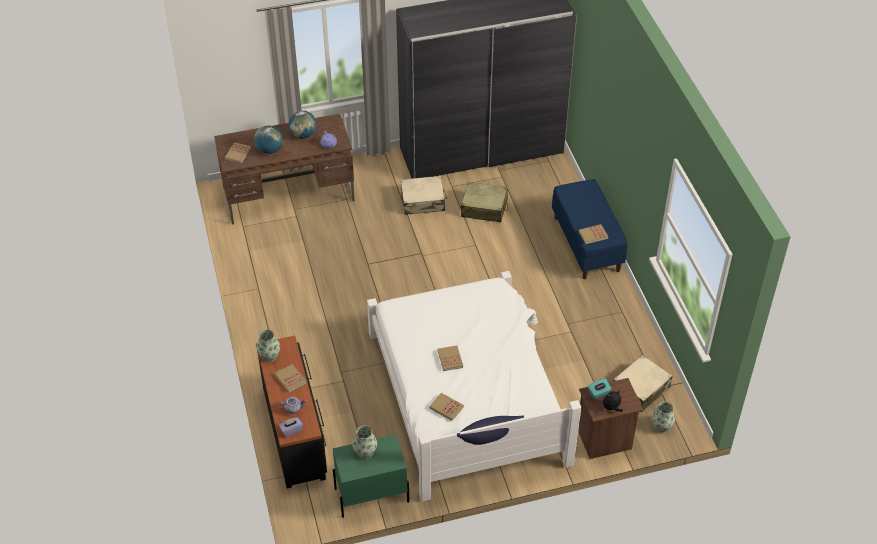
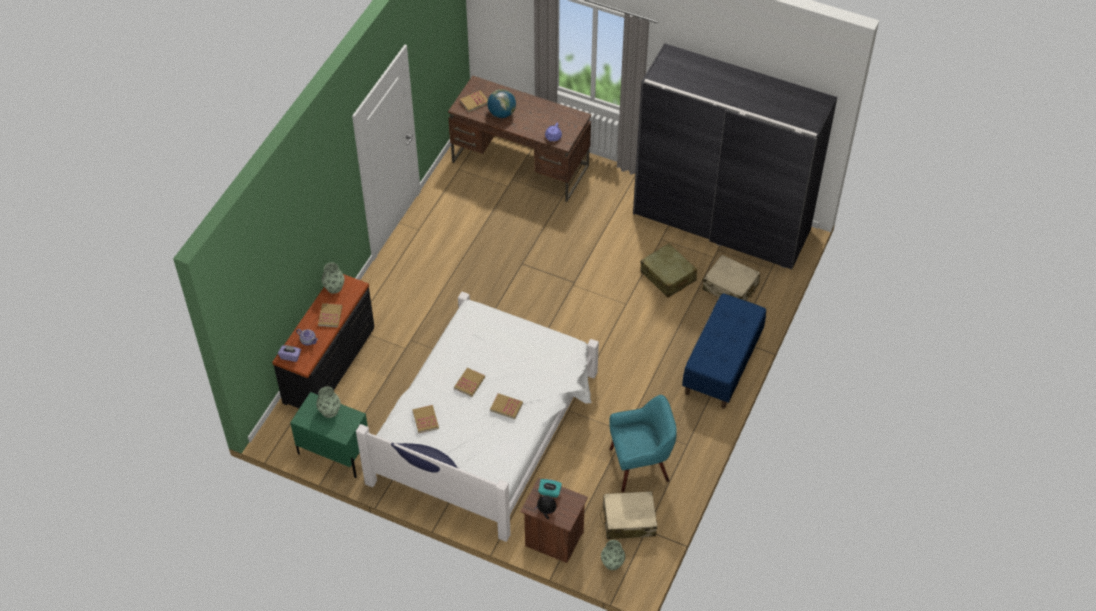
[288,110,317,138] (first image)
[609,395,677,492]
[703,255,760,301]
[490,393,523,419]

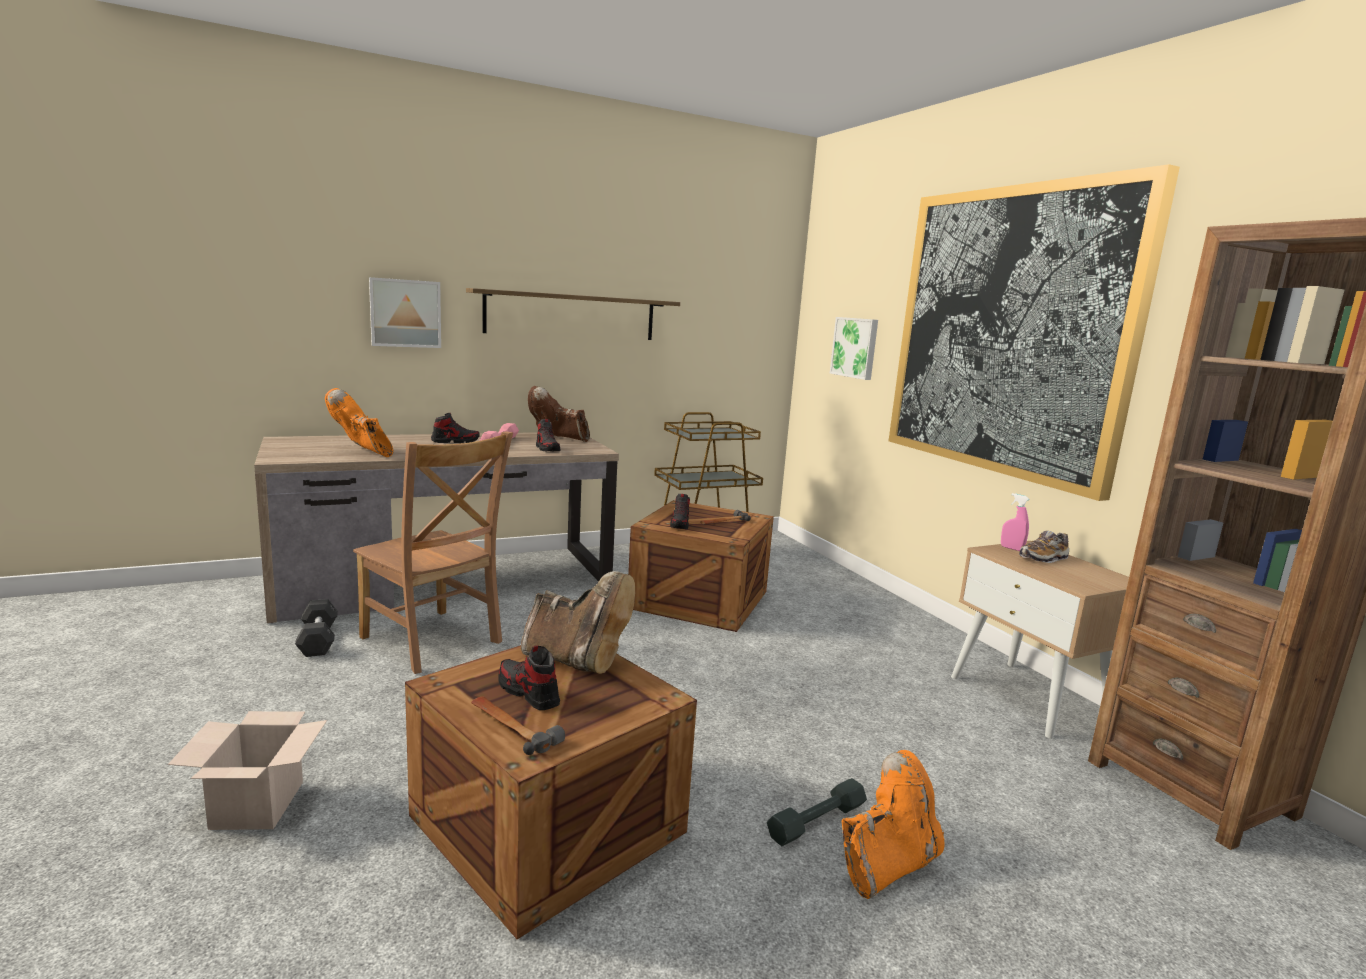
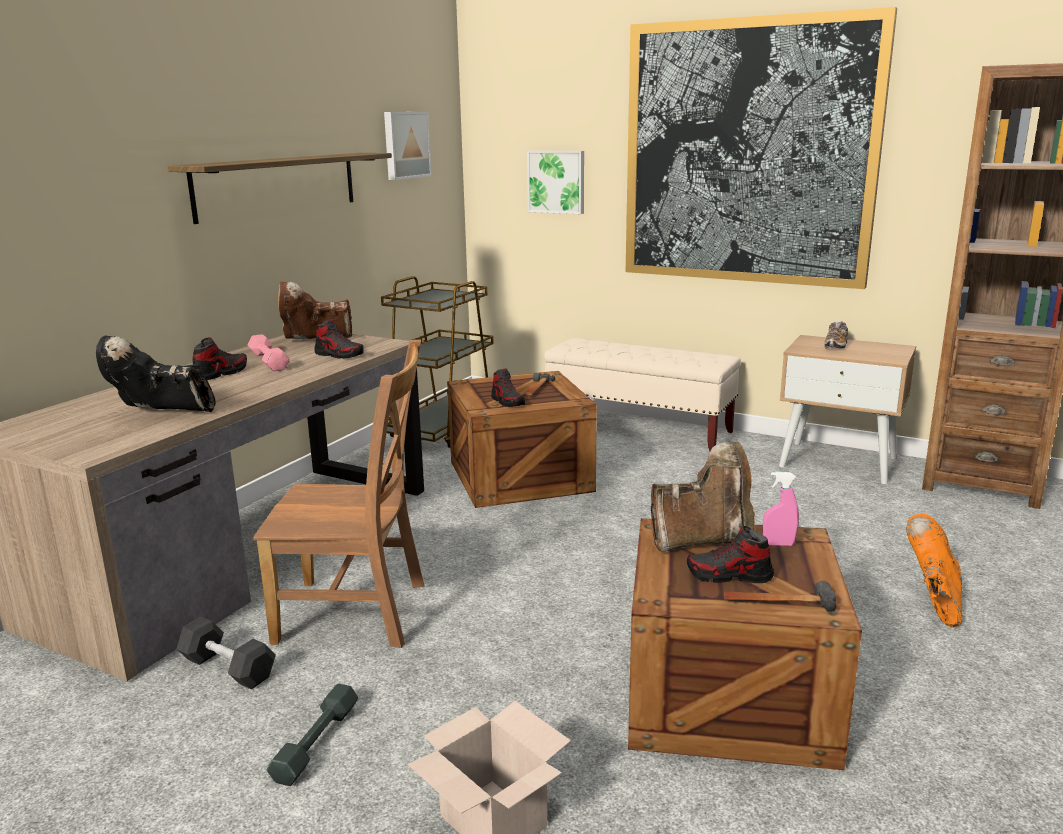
[544,338,741,451]
[384,112,432,180]
[267,684,358,786]
[763,472,799,546]
[96,336,216,412]

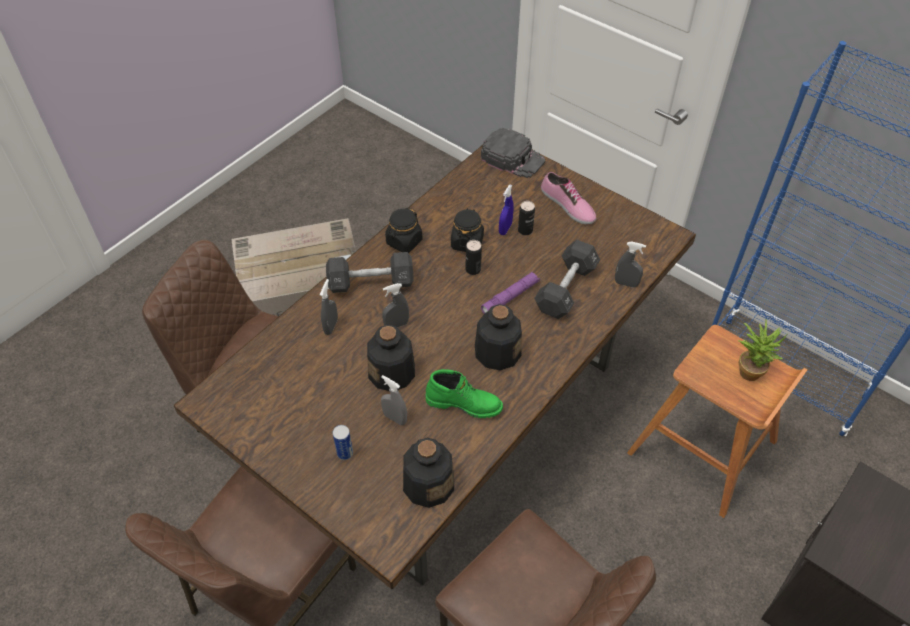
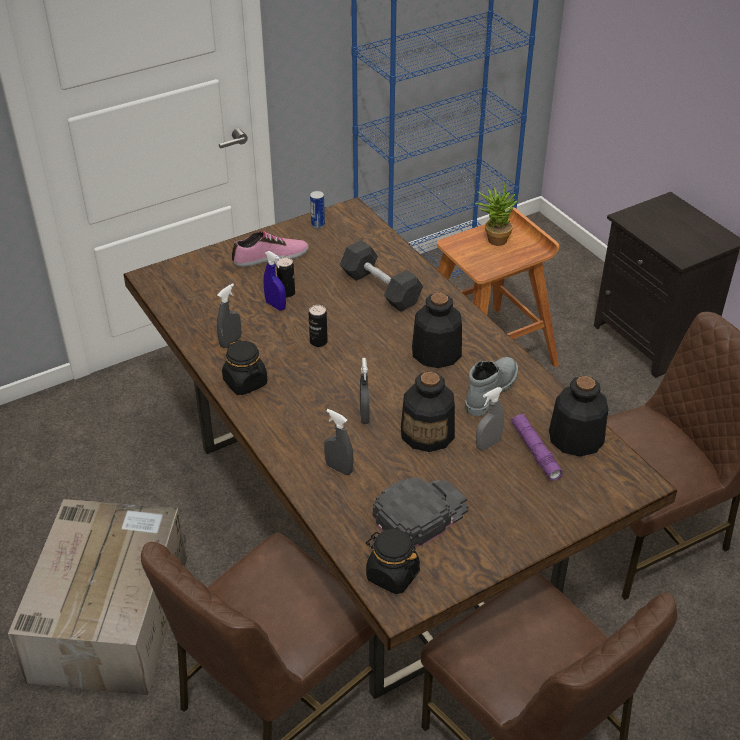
[326,252,414,293] (first image)
[310,191,325,229]
[366,529,420,594]
[373,477,469,547]
[511,414,563,481]
[217,283,241,348]
[465,357,518,416]

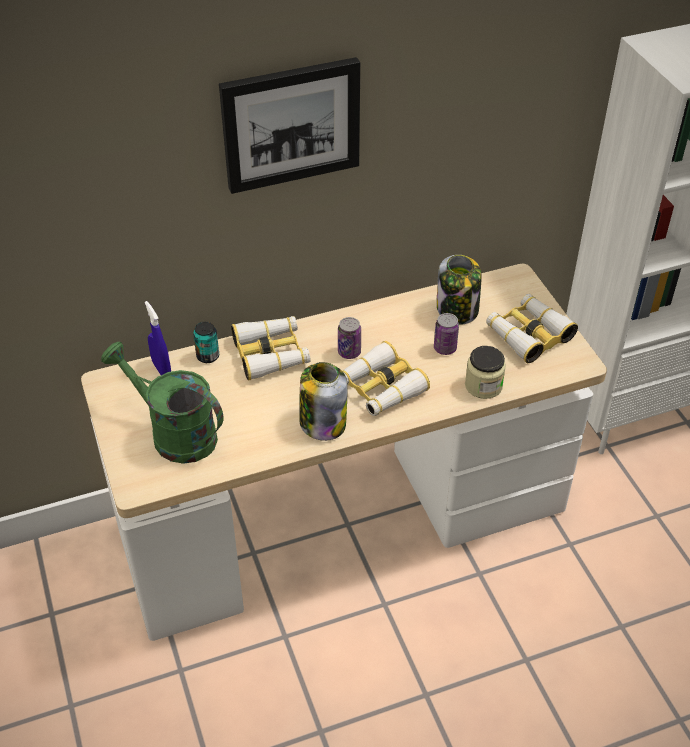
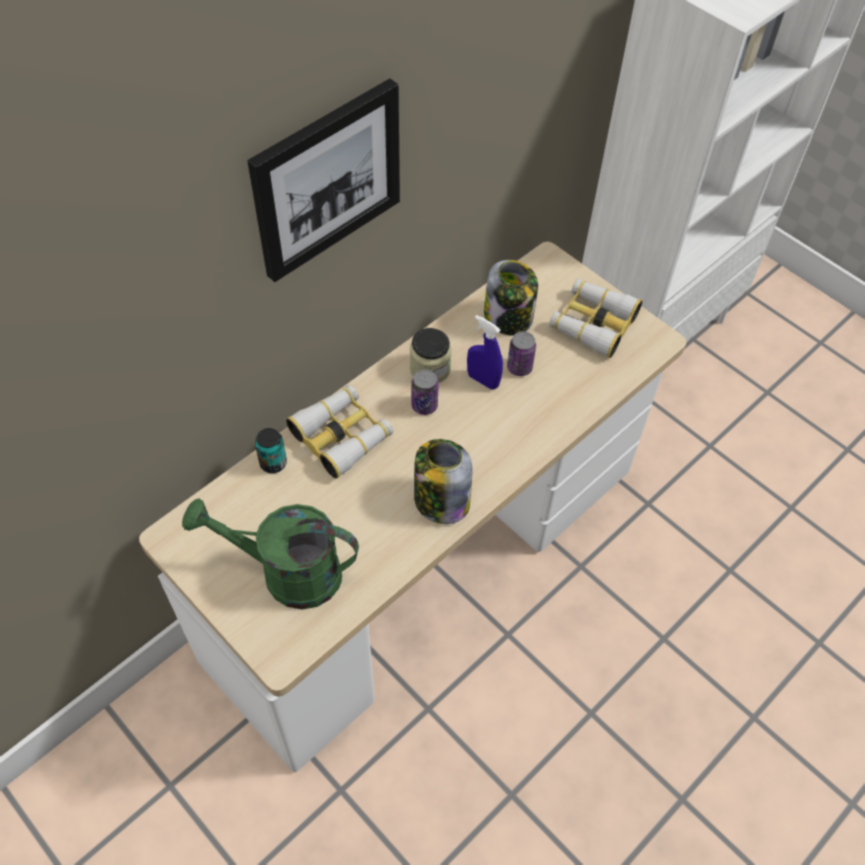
[342,341,430,416] (first image)
[467,315,503,389]
[410,328,452,383]

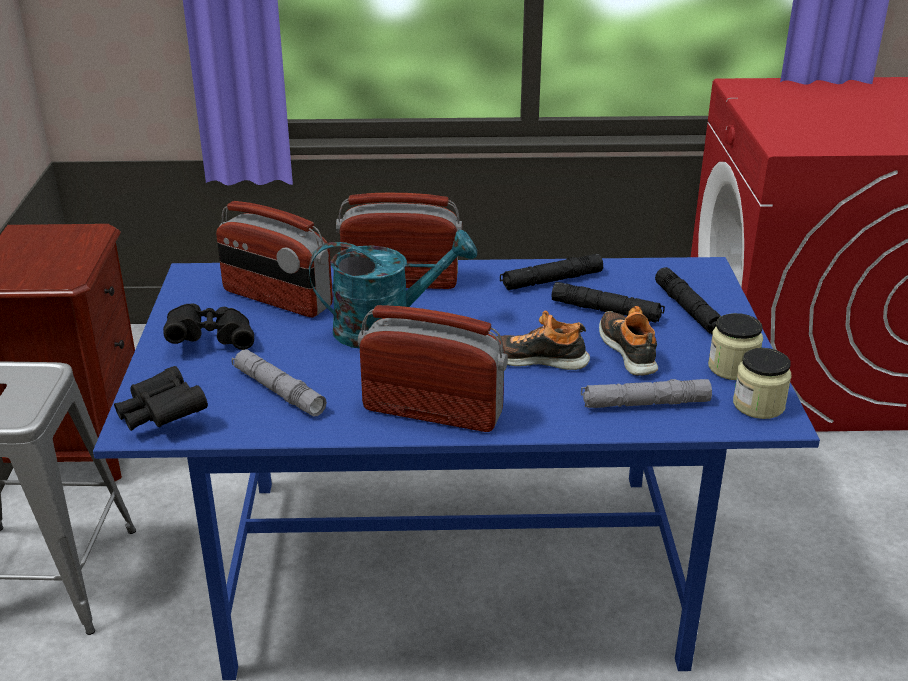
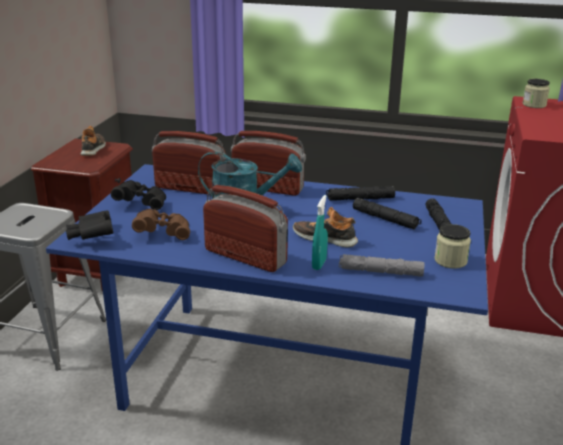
[312,195,328,270]
[80,126,106,156]
[523,79,550,108]
[132,209,190,240]
[152,131,227,195]

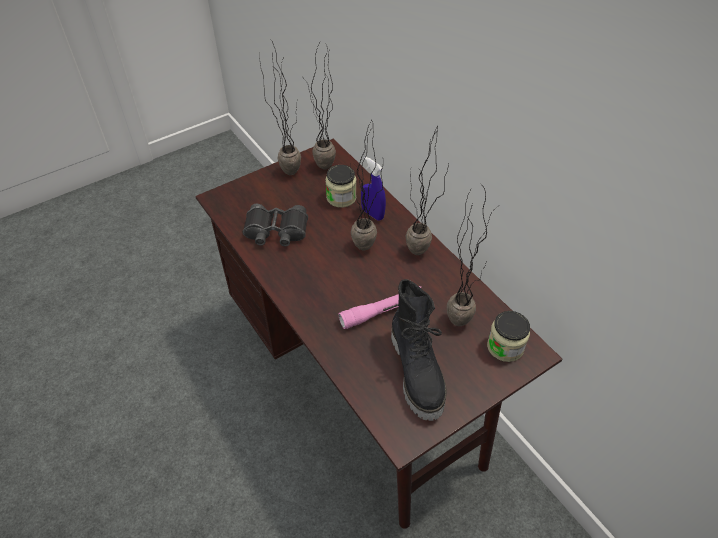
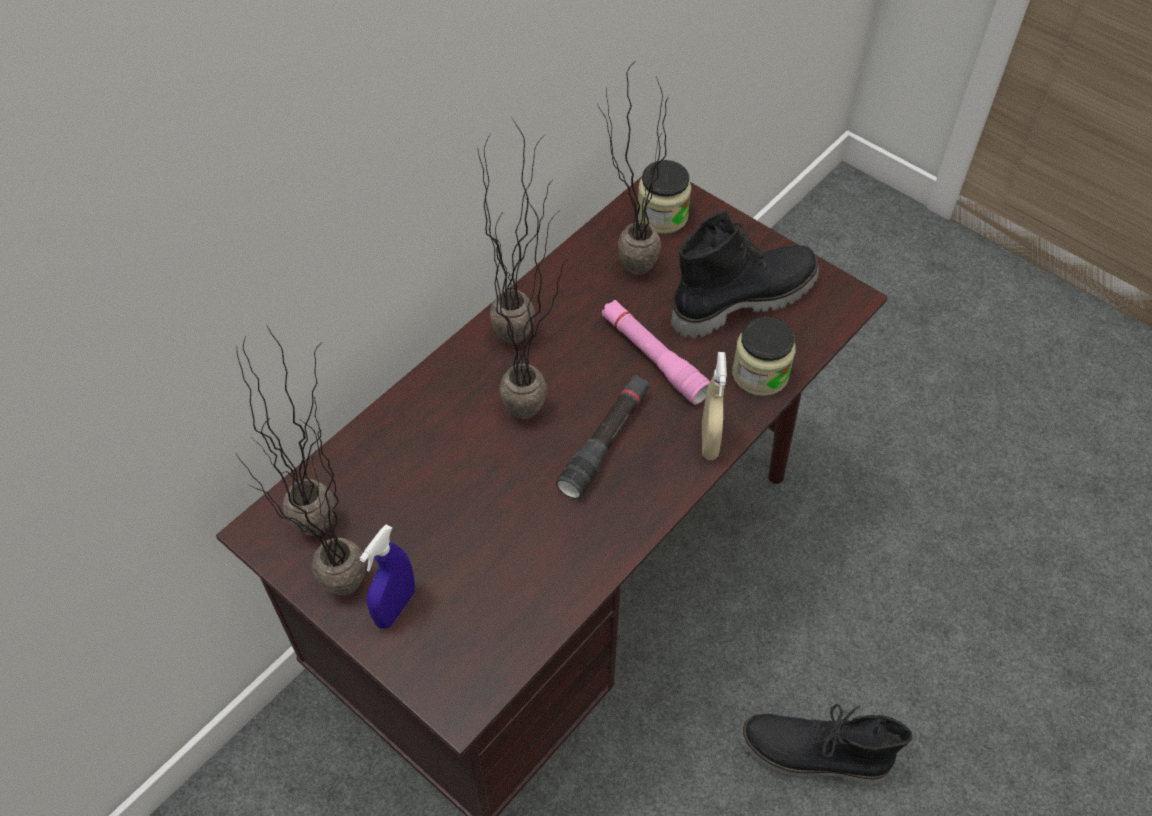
[242,204,308,246] (first image)
[556,375,650,499]
[702,352,727,460]
[738,704,912,787]
[732,317,795,396]
[359,525,415,629]

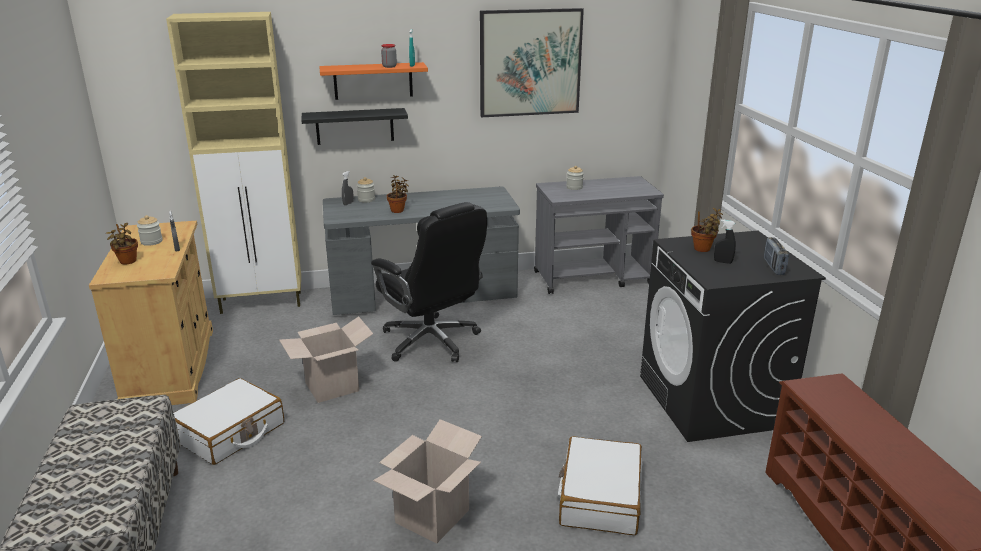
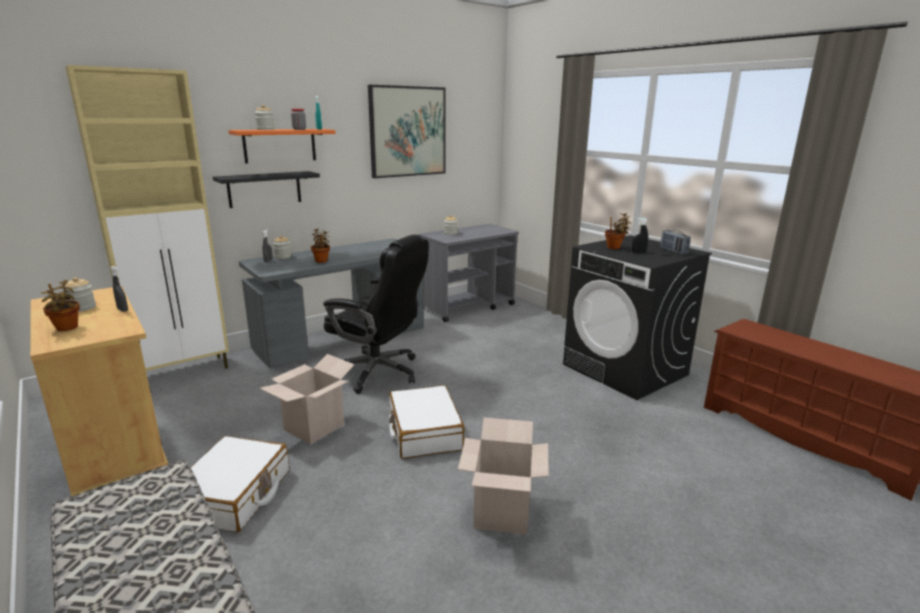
[255,105,275,130]
[389,385,465,459]

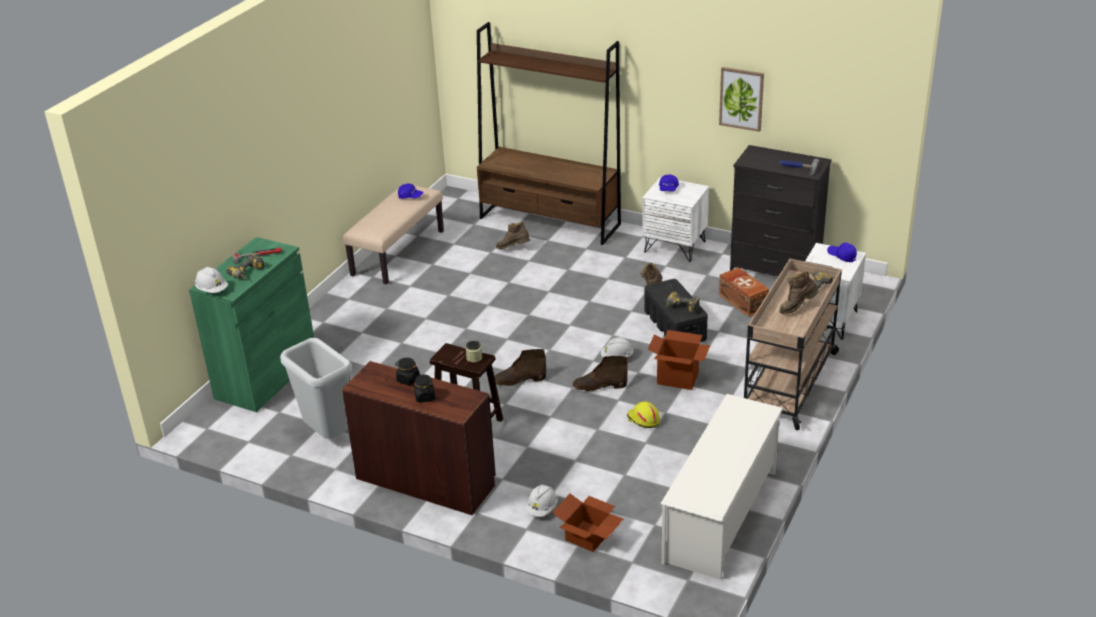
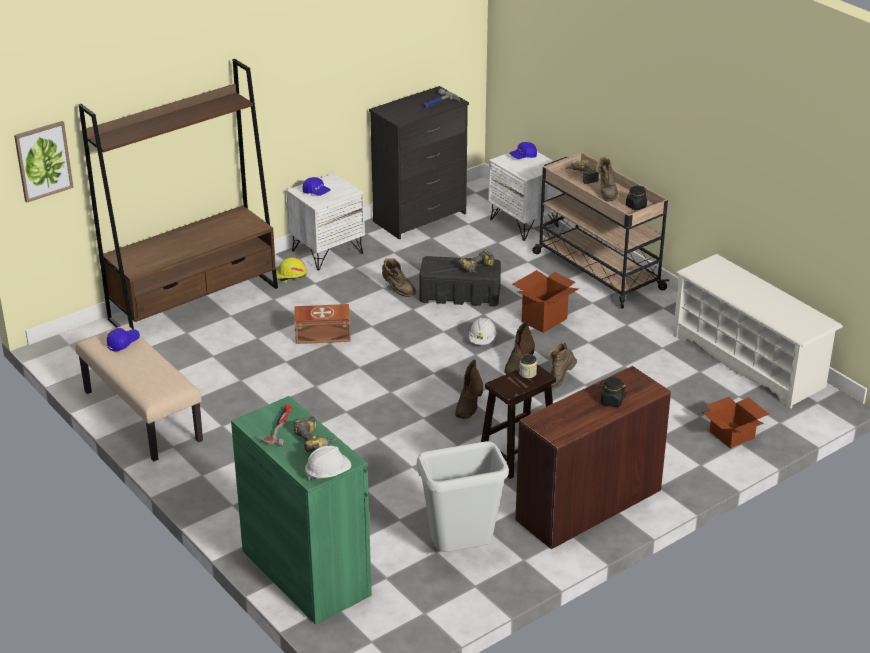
[525,484,558,517] (first image)
[626,186,647,210]
[546,343,577,390]
[276,257,307,283]
[14,121,74,202]
[294,304,351,344]

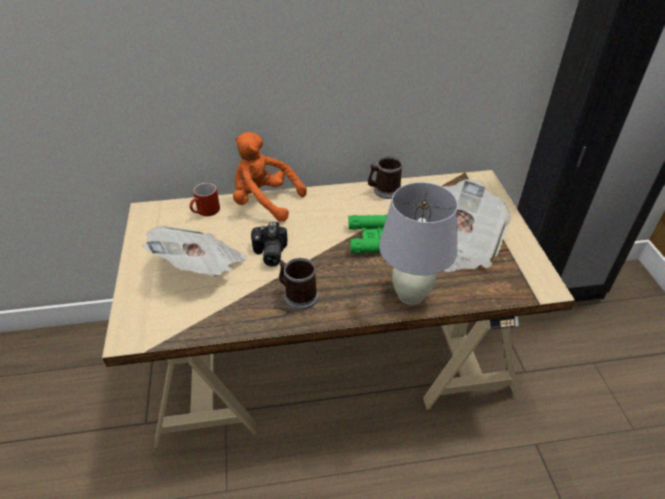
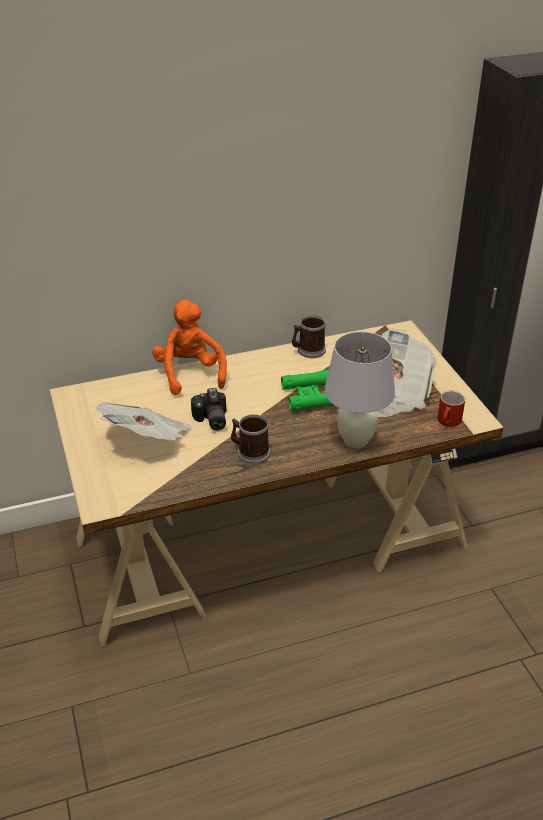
[437,391,465,427]
[152,300,227,395]

